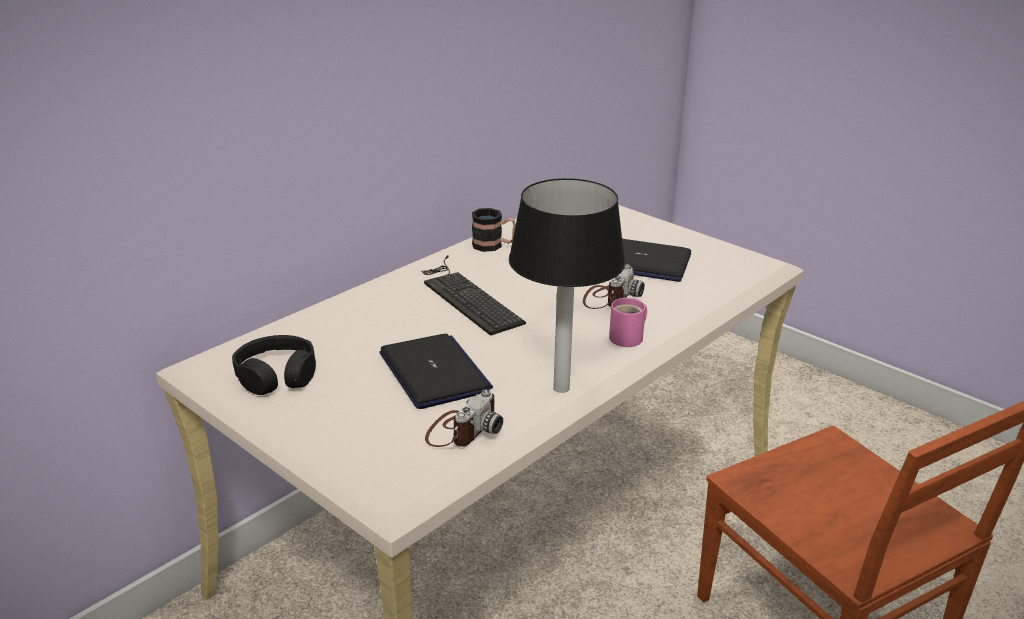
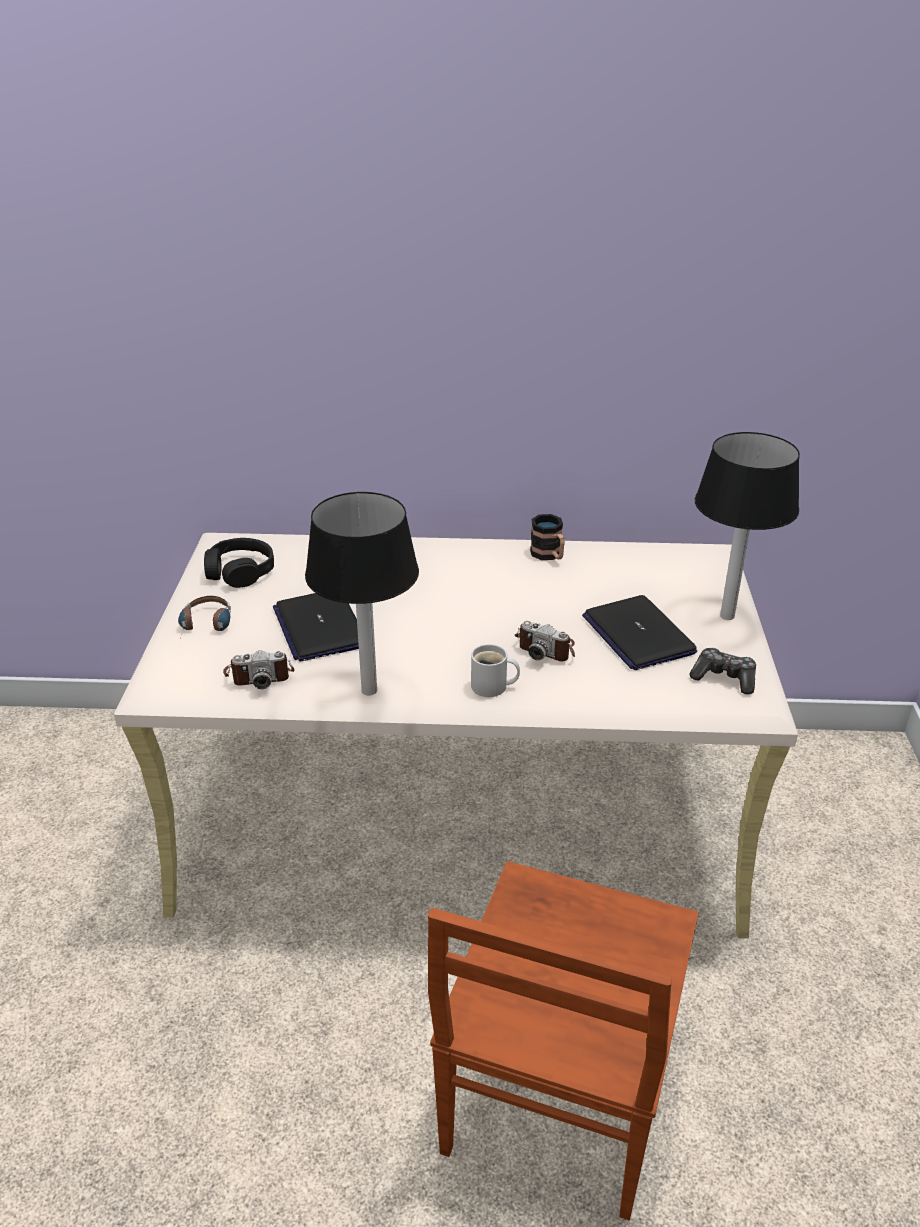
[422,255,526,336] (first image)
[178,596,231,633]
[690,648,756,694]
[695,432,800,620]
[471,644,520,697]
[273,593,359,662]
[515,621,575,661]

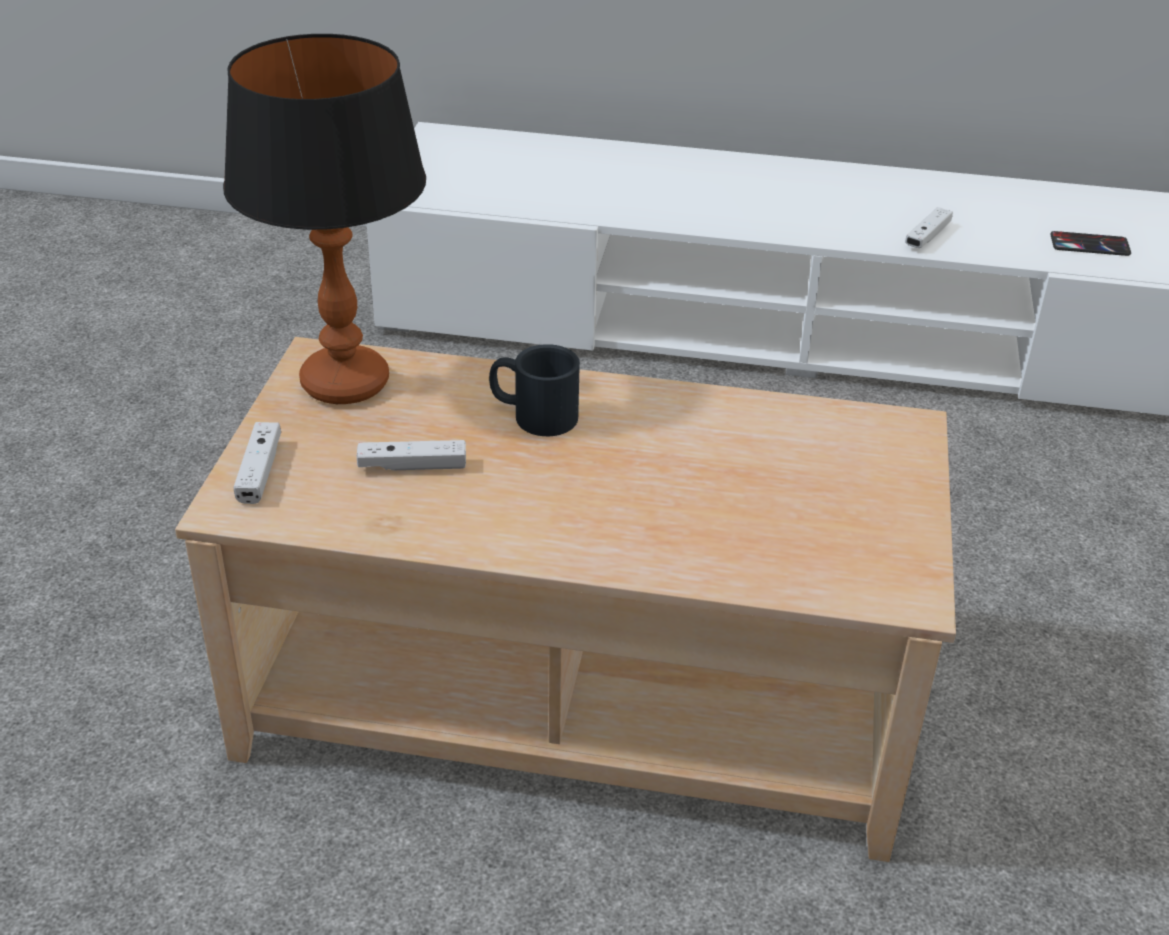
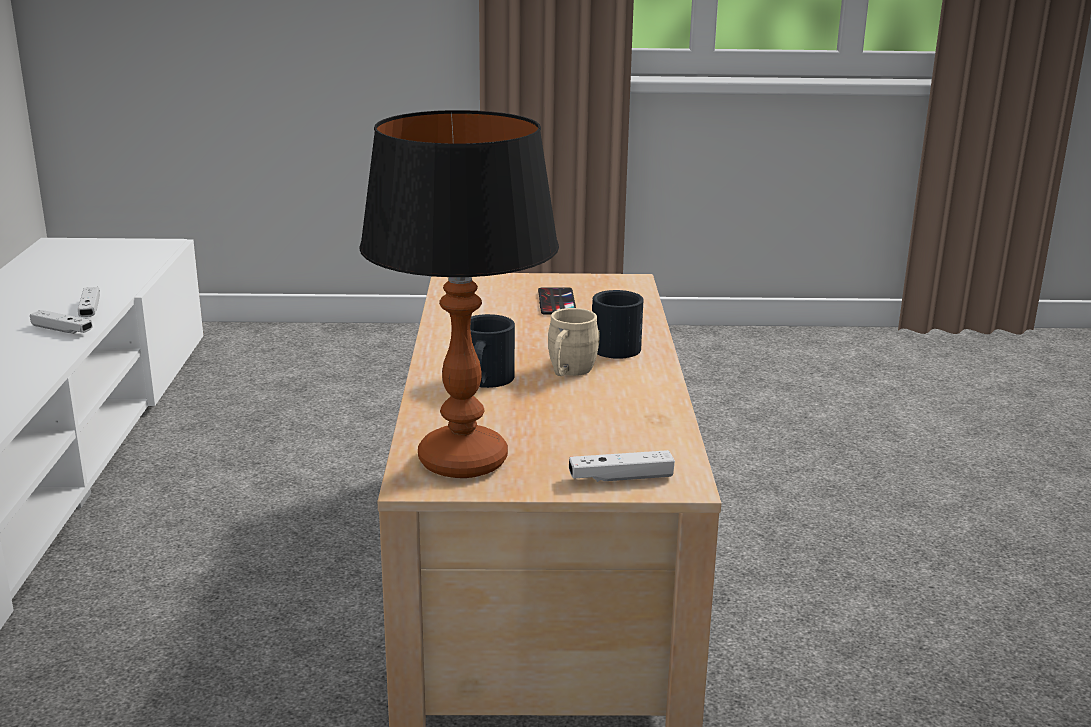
[548,308,599,376]
[592,290,644,359]
[78,287,100,317]
[538,287,576,315]

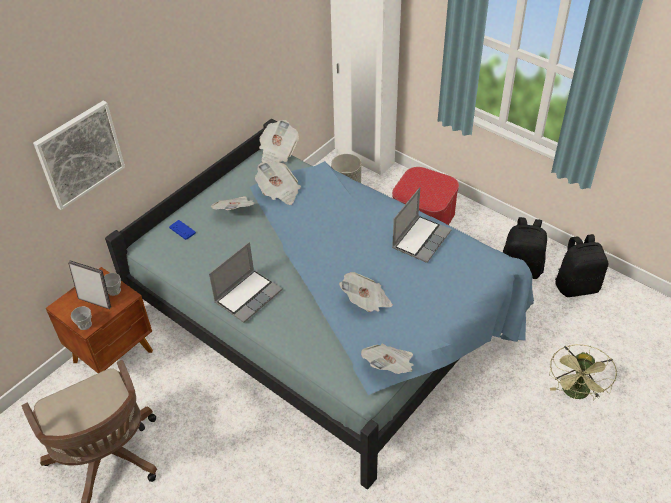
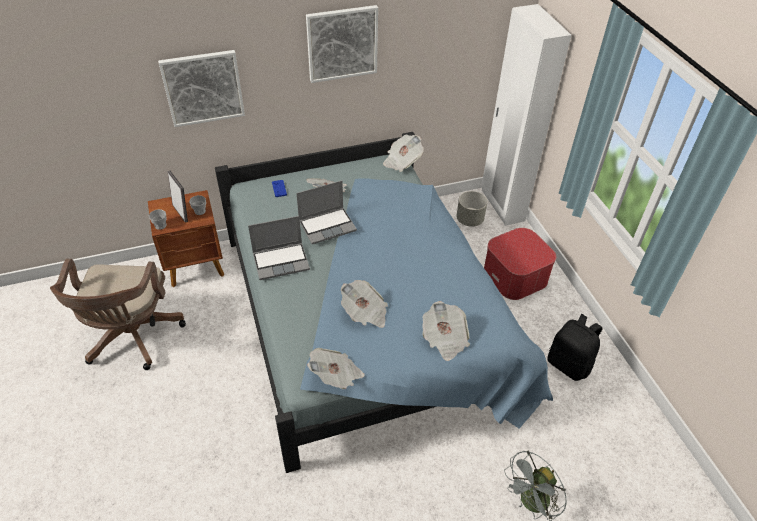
[555,234,608,297] (first image)
[306,5,378,83]
[422,301,470,361]
[296,180,357,244]
[504,451,567,521]

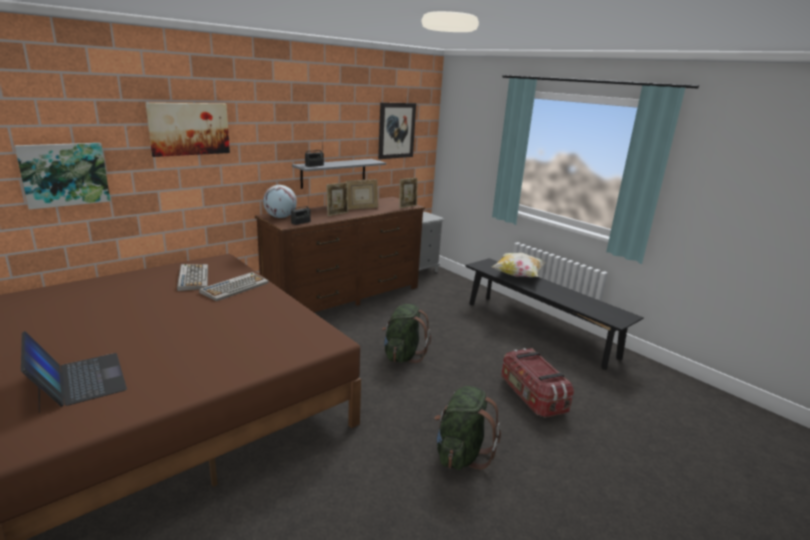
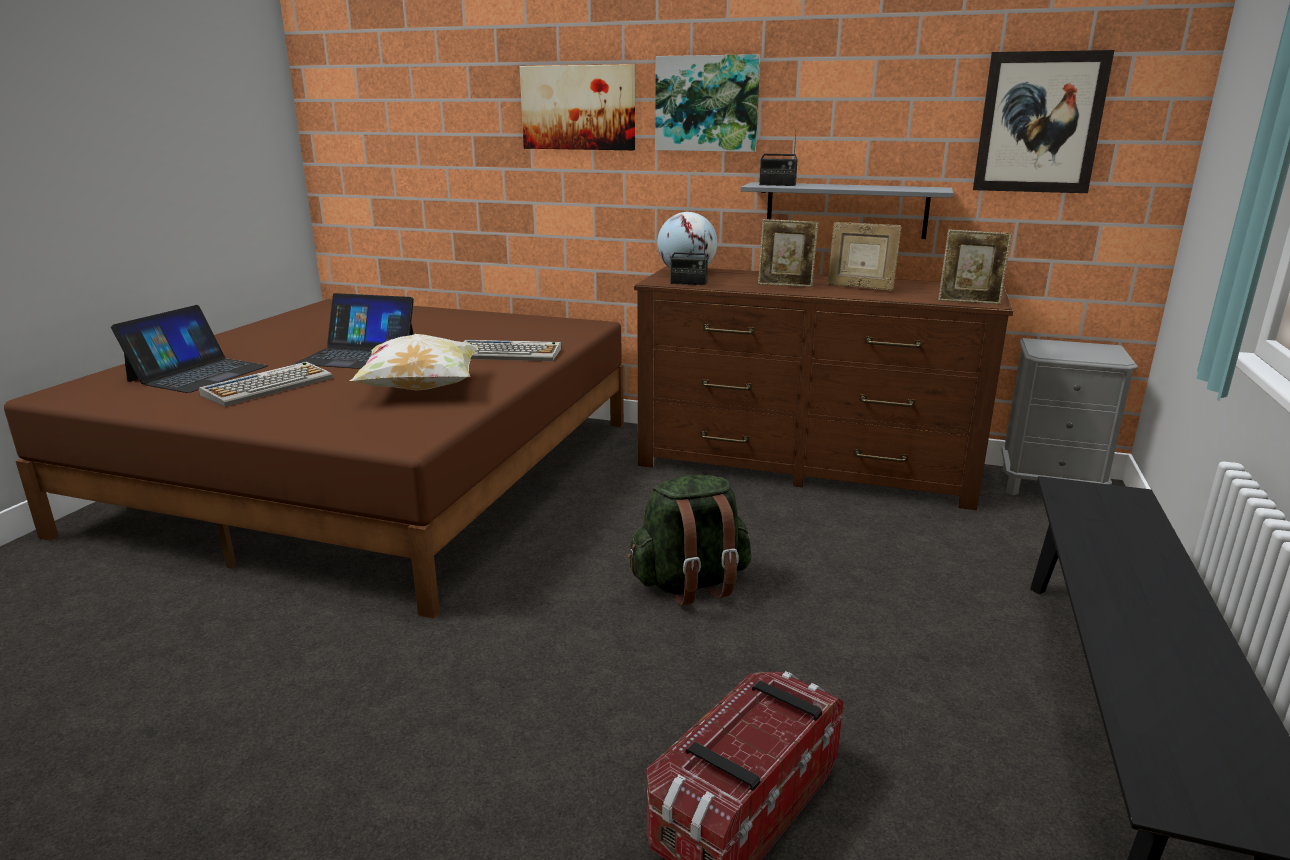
[434,386,501,470] (first image)
[294,293,414,369]
[655,54,760,152]
[199,362,333,407]
[350,334,480,391]

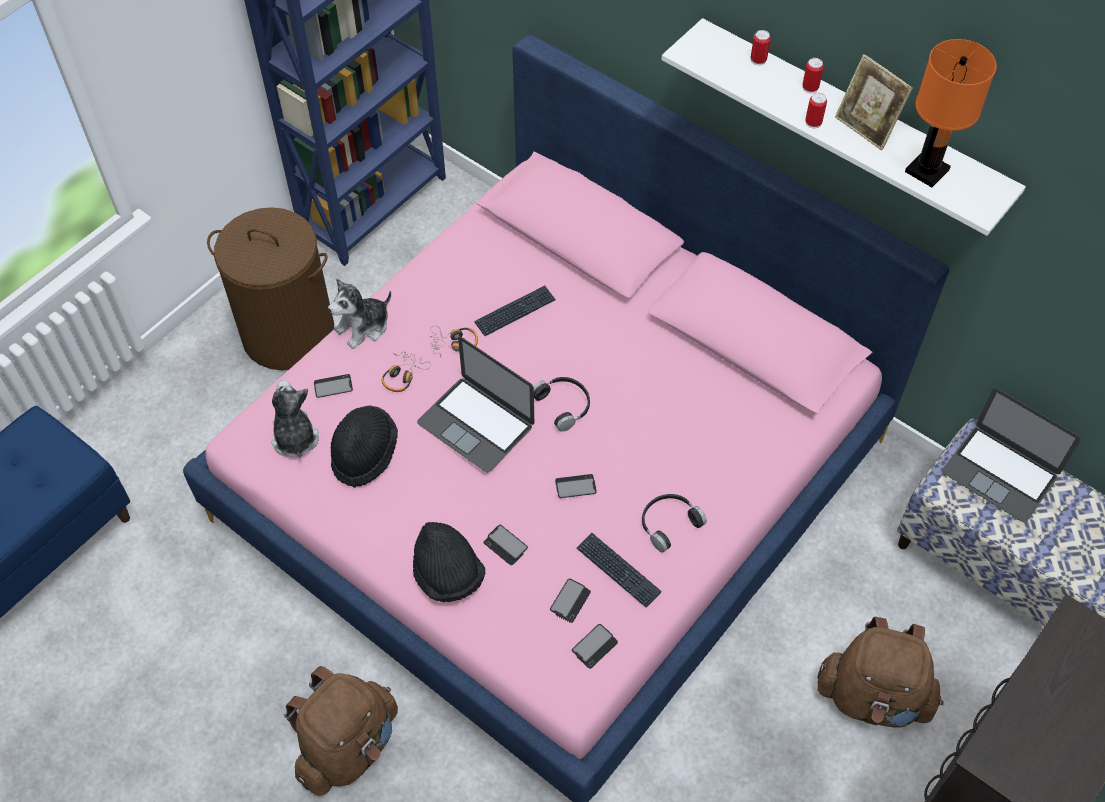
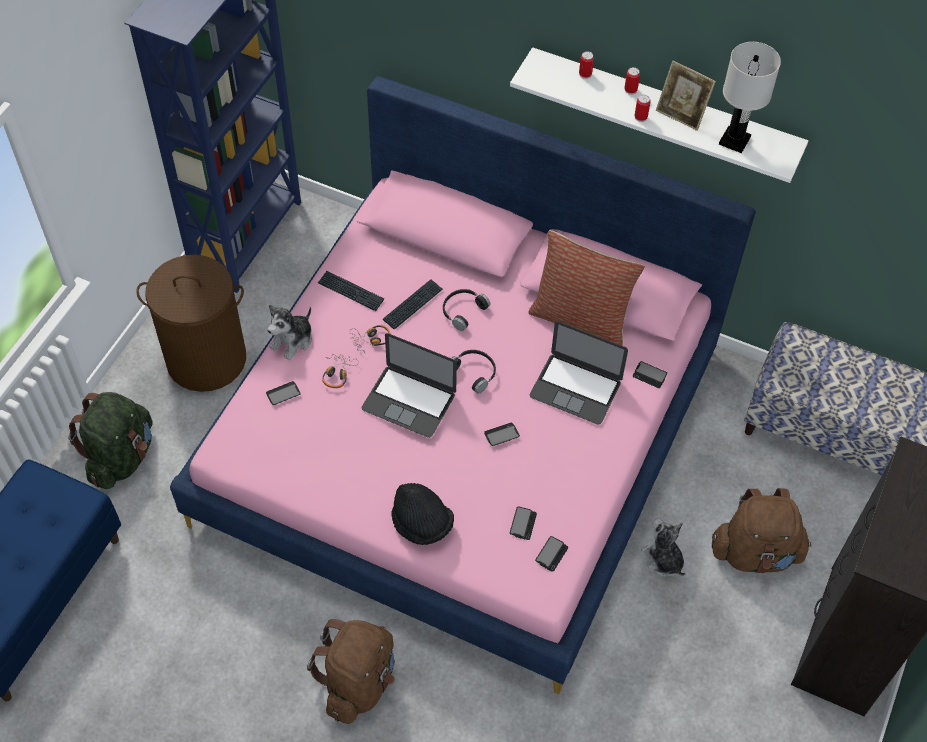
[331,406,398,488] (first image)
[68,392,153,489]
[528,230,645,346]
[641,518,686,576]
[633,361,667,388]
[318,271,384,311]
[443,289,490,331]
[530,321,628,425]
[719,42,781,153]

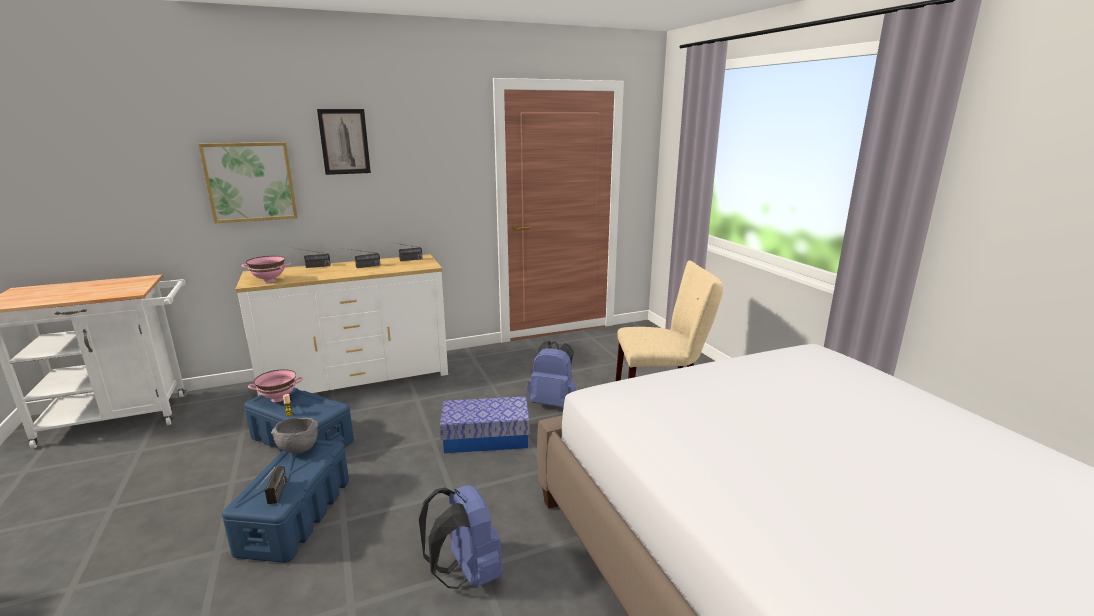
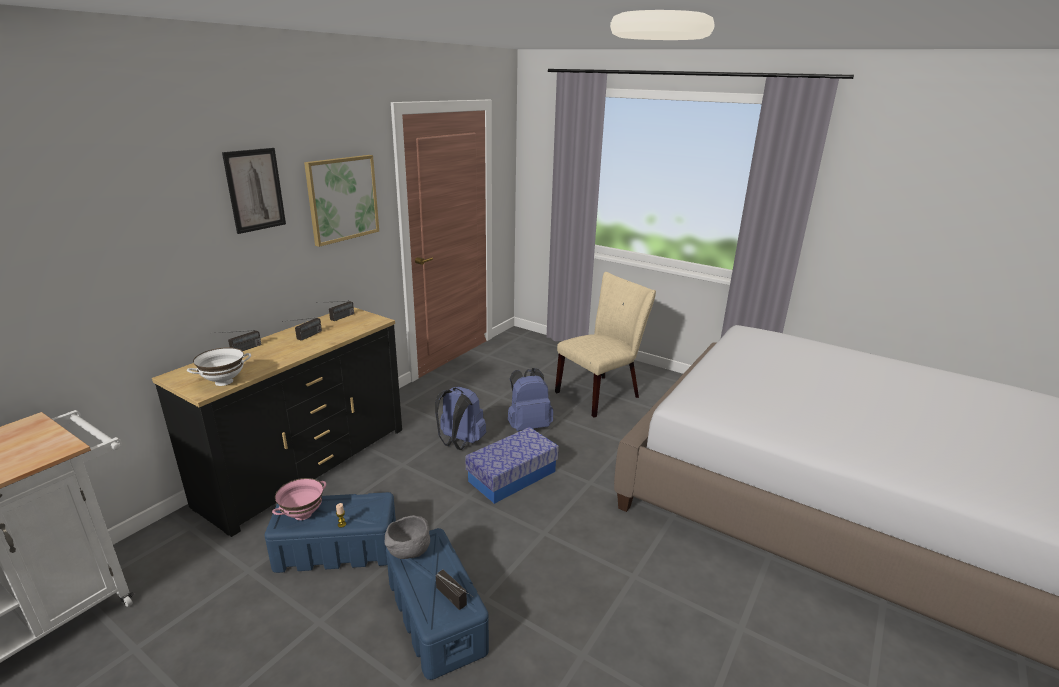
[304,155,379,247]
[435,386,486,450]
[152,307,402,537]
[187,347,251,386]

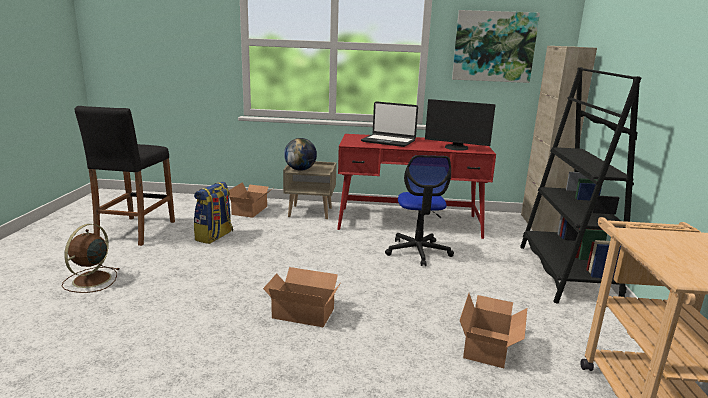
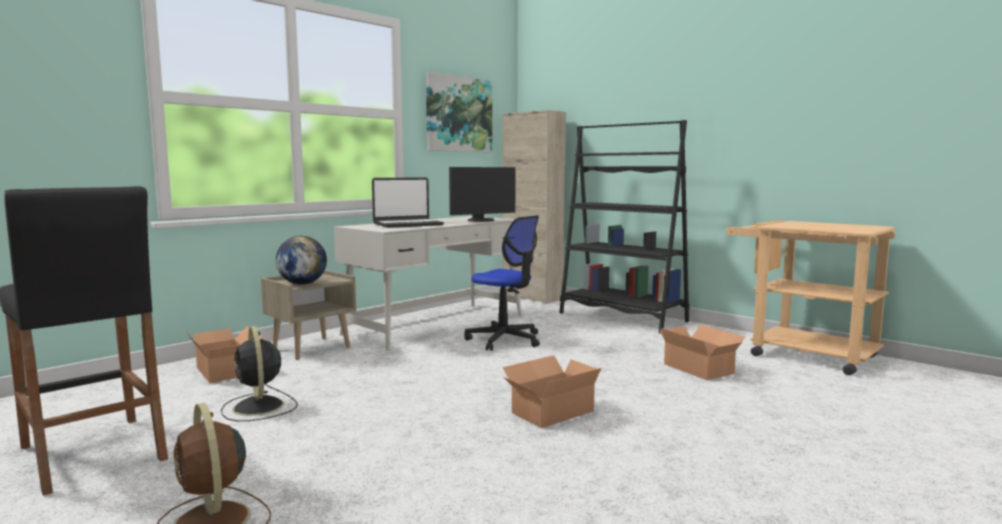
[221,326,298,421]
[334,216,522,351]

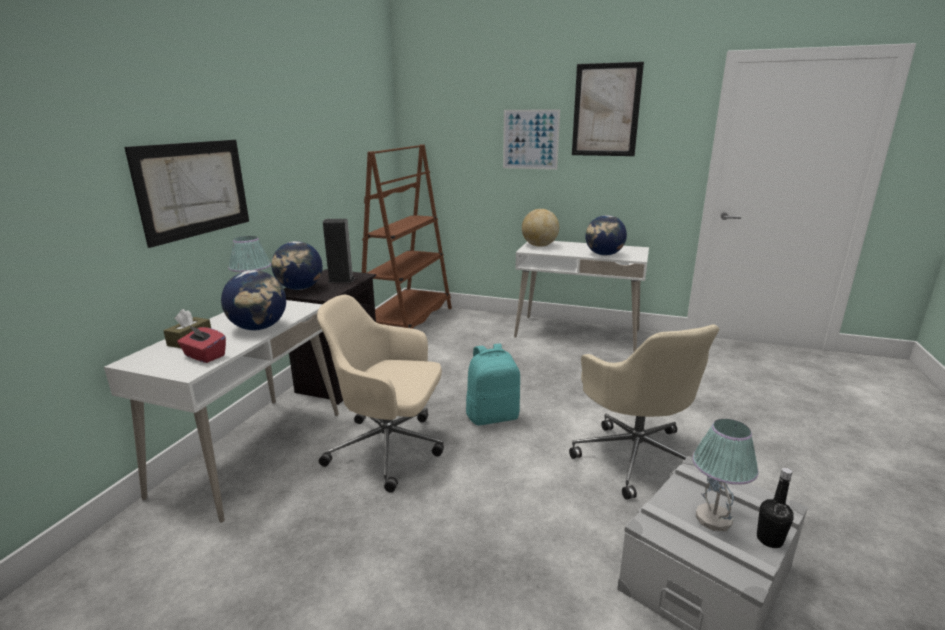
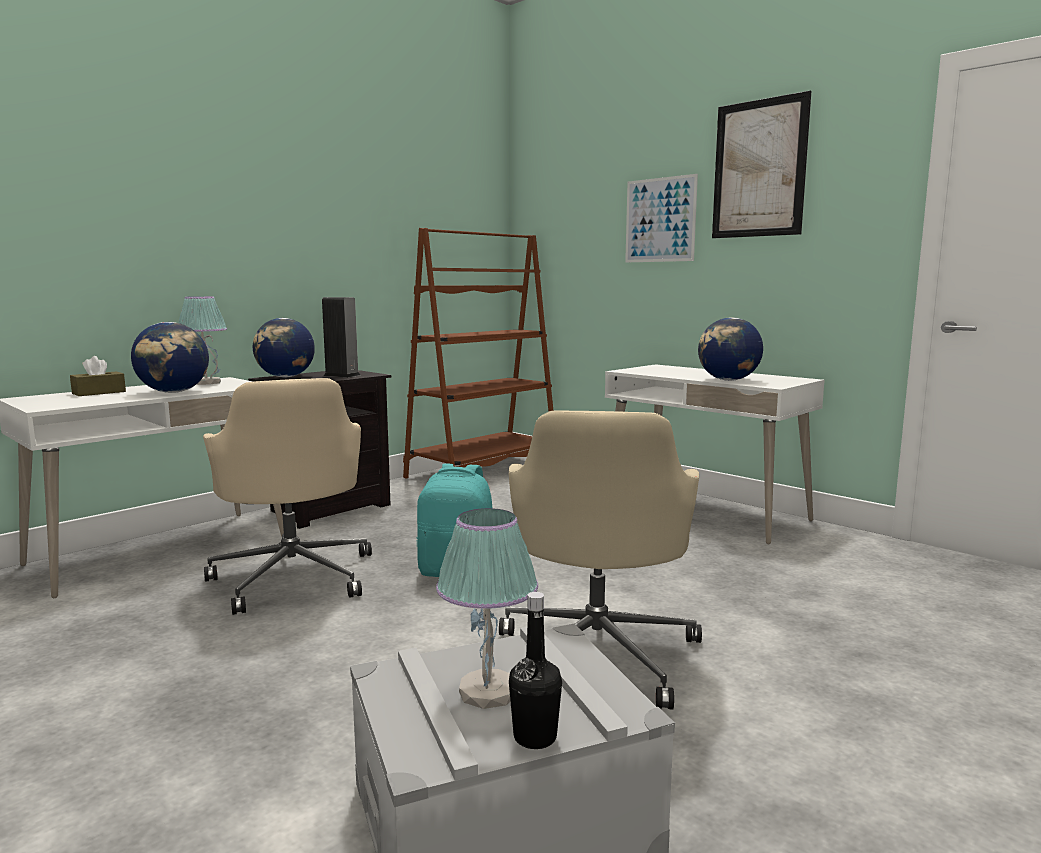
[124,140,249,248] (first image)
[177,325,226,363] (first image)
[522,209,559,247] (first image)
[203,378,372,615]

